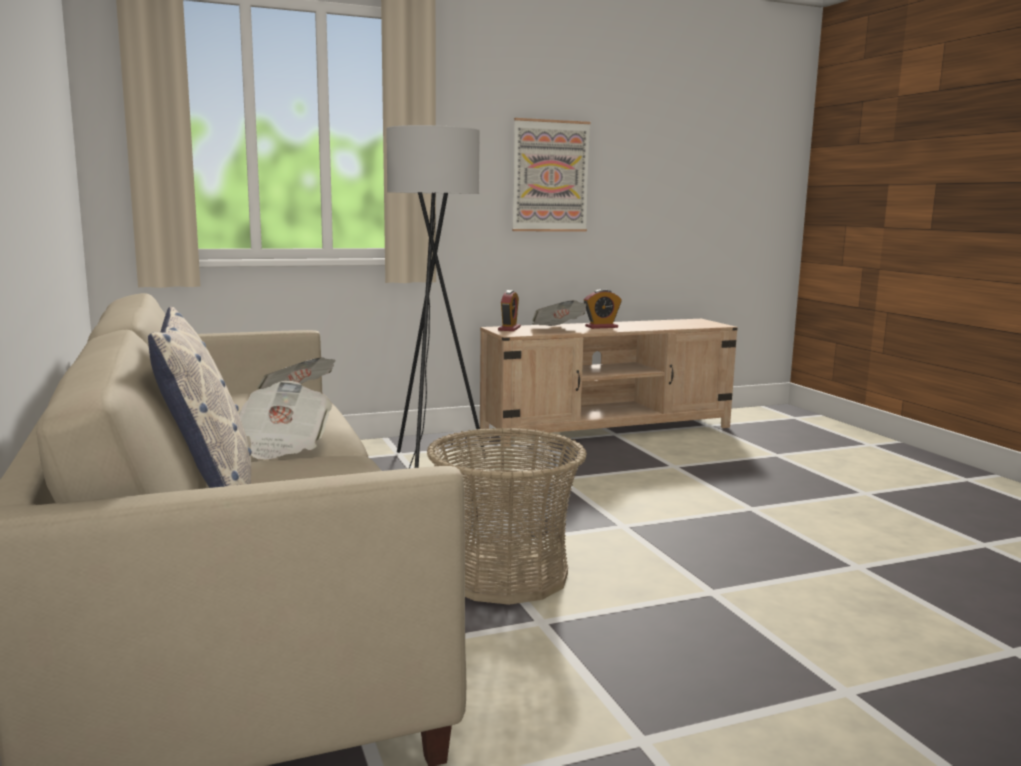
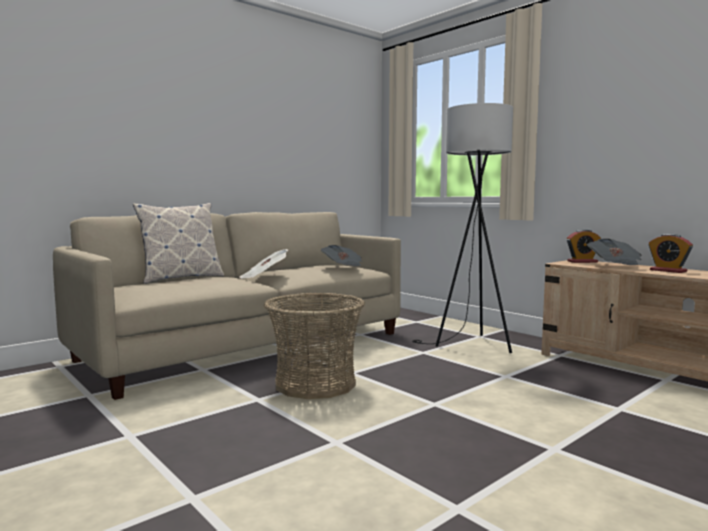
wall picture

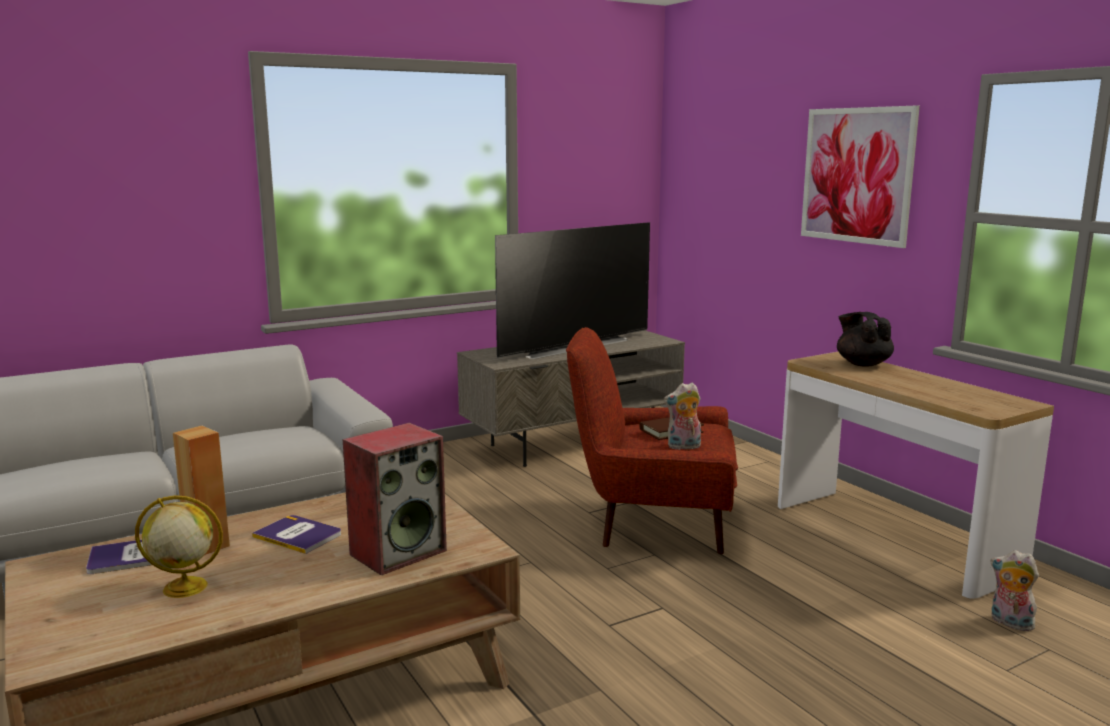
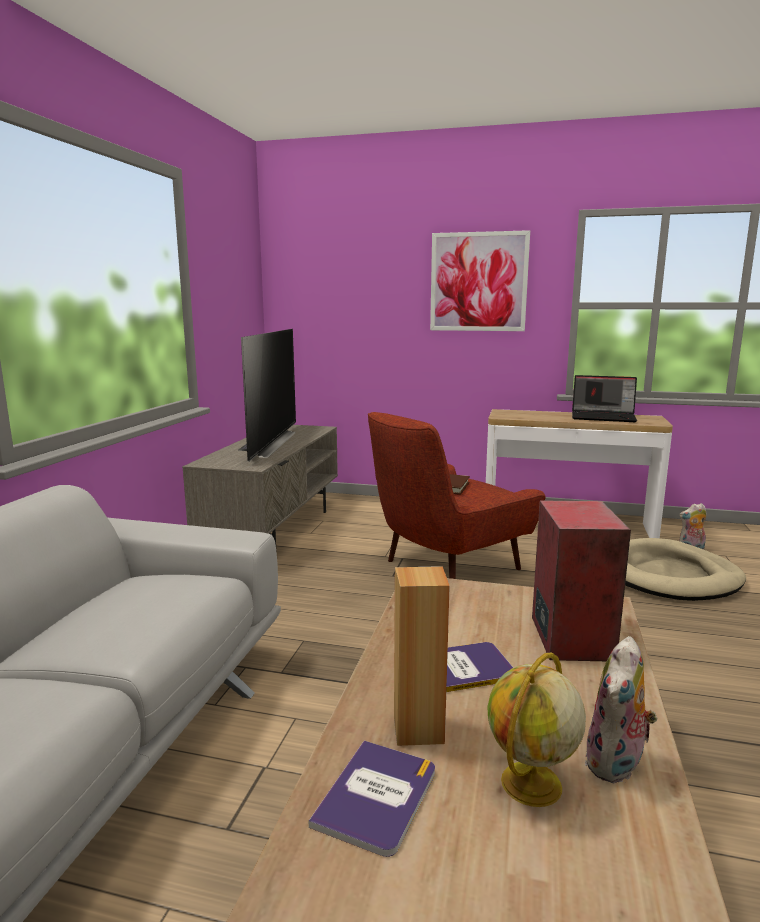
tea pot in black-coloured
plush toy (no. 1 from left)
portable computer
pet bed in sand-coloured

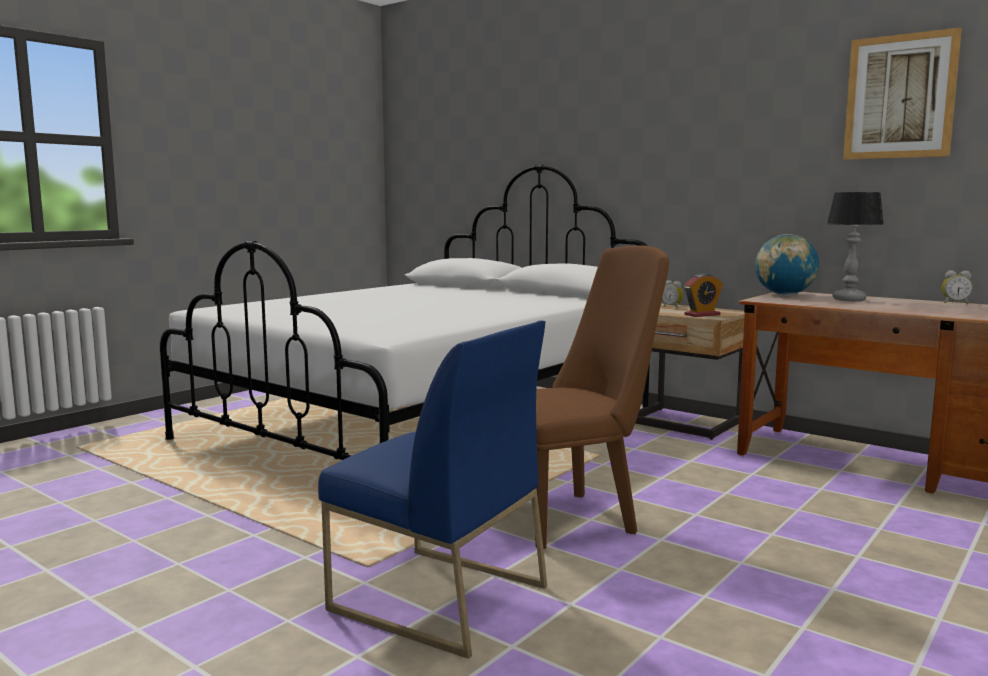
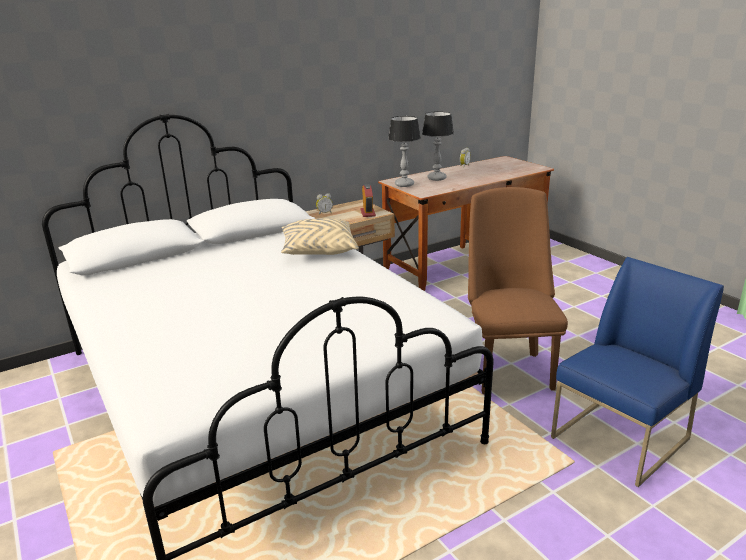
wall picture
table lamp (no. 1 from left)
throw pillow in sand-coloured

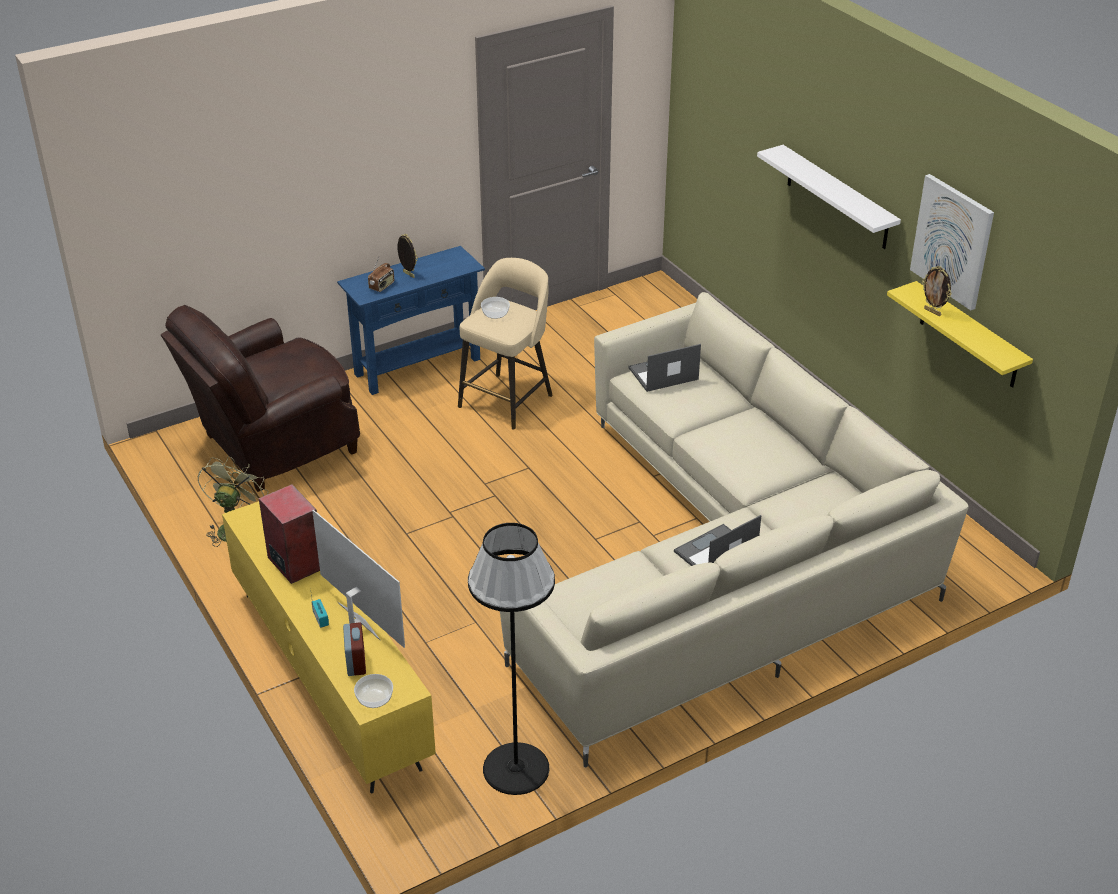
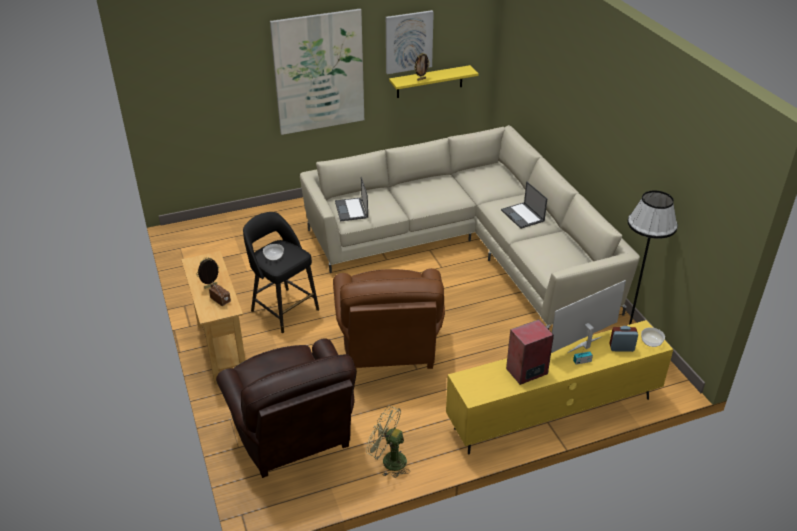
wall picture (no. 1 from left)
hall table in sand-coloured
stool seat in black-coloured
lounge chair in brownish (no. 2 from left)

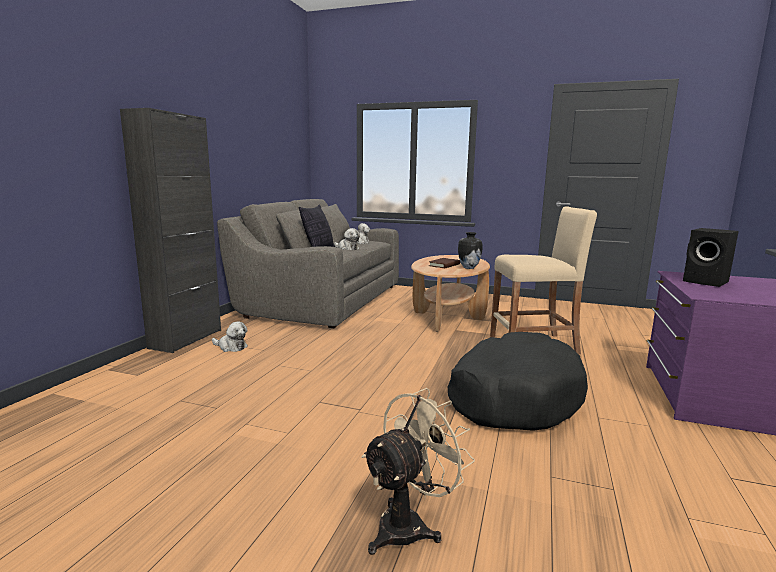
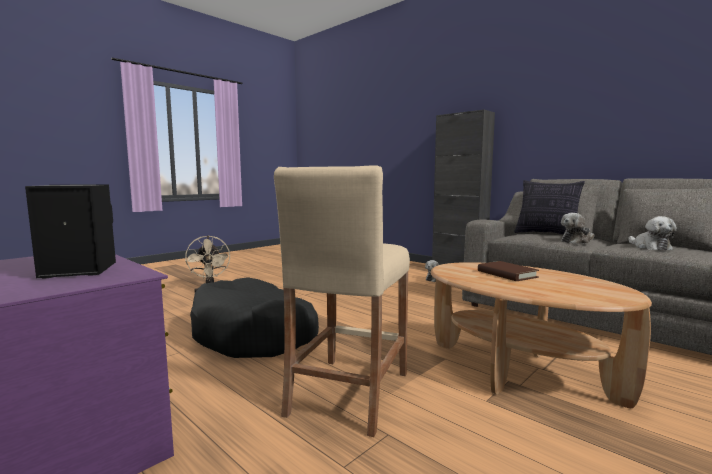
flower vase

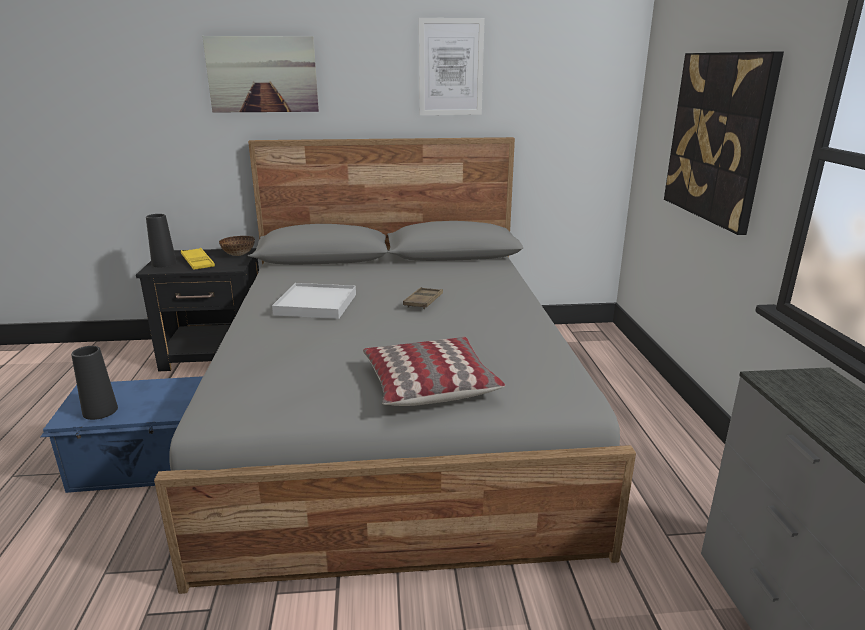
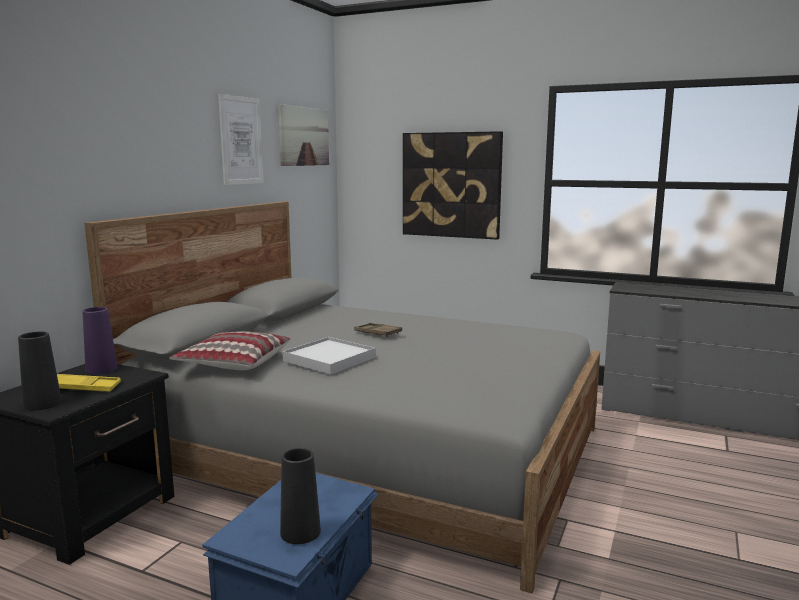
wall picture (no. 2 from left)
flower vase in purple
throw pillow

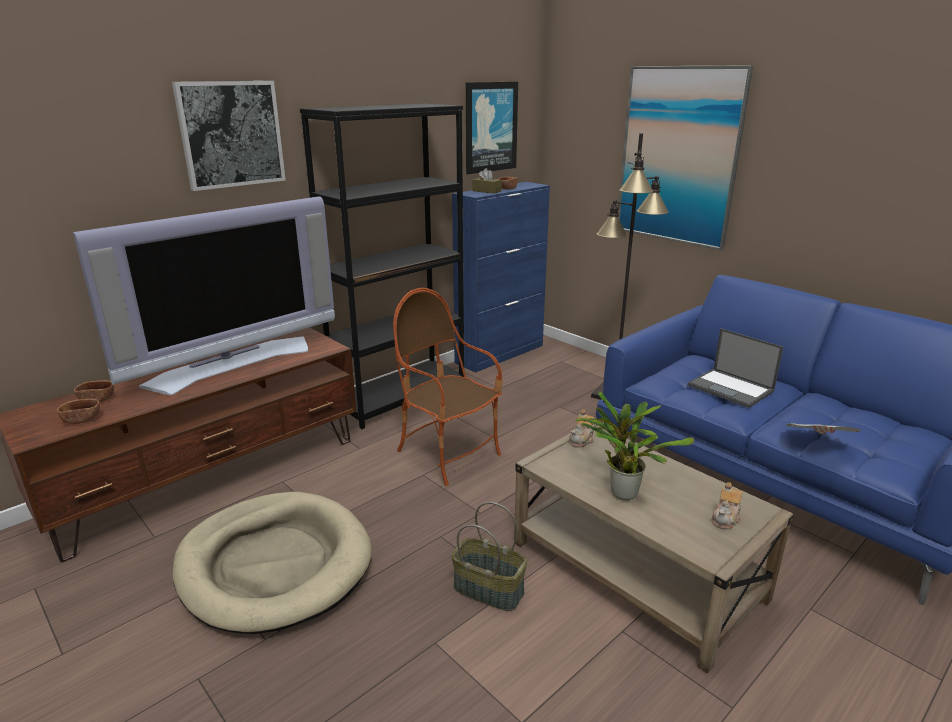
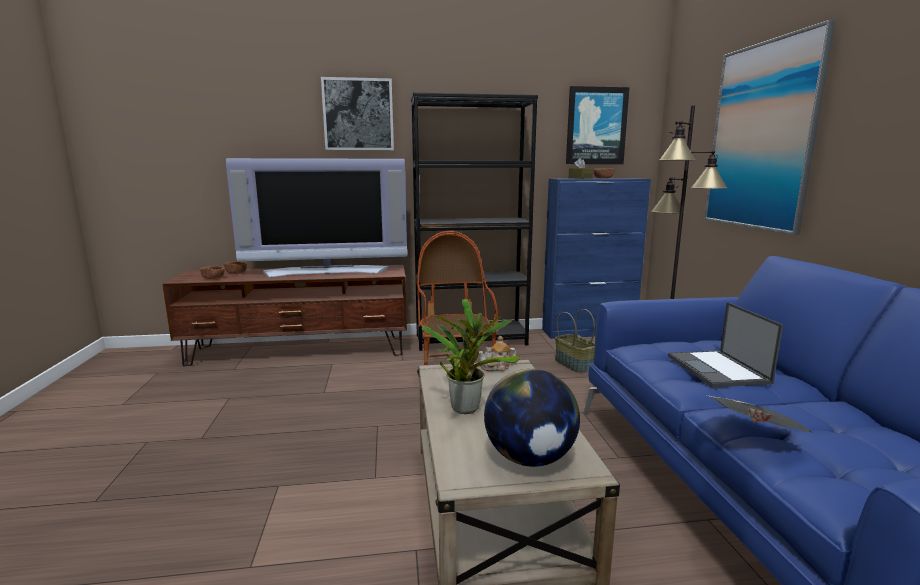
world globe
pet bed in sand-coloured
basket

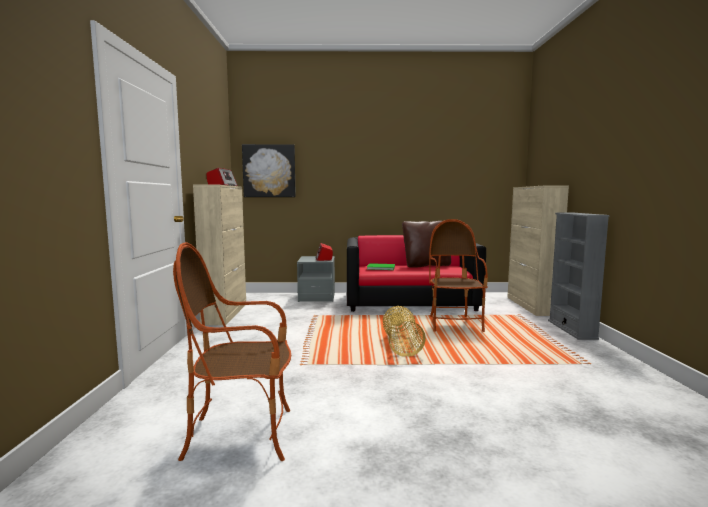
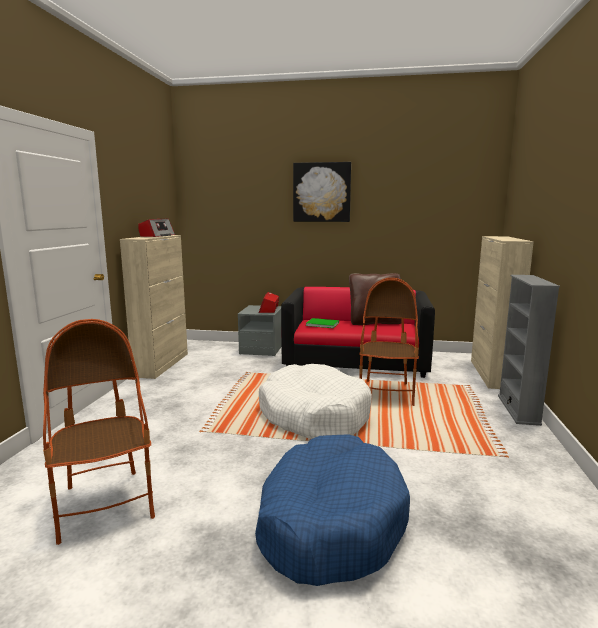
wall picture
lounge chair (no. 1 from left)
pet bed in white
pet bed in blue

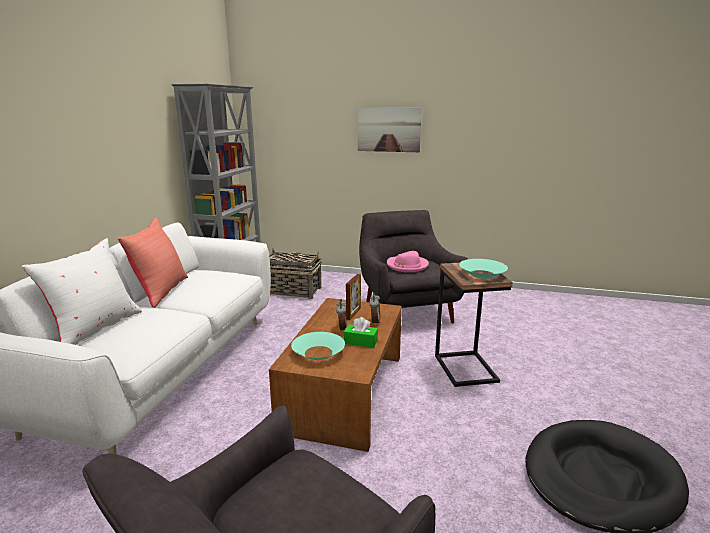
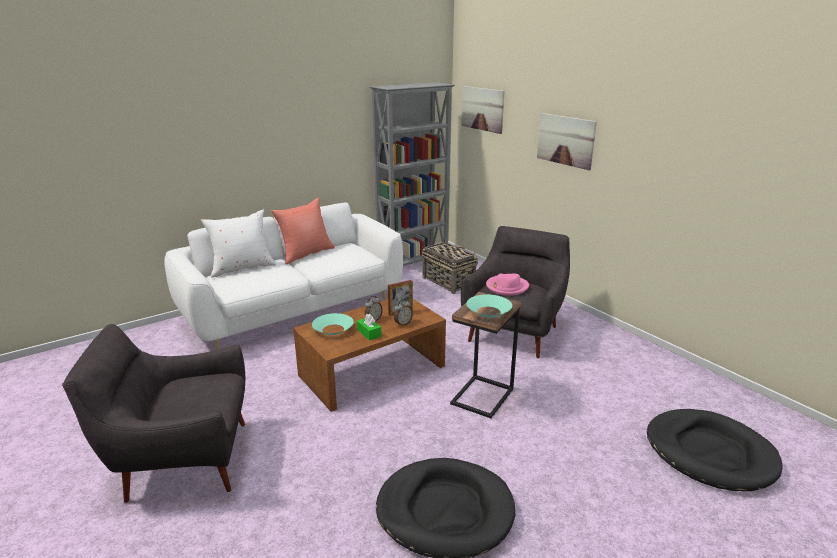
wall picture (no. 1 from left)
pet bed in black-coloured (no. 2 from left)

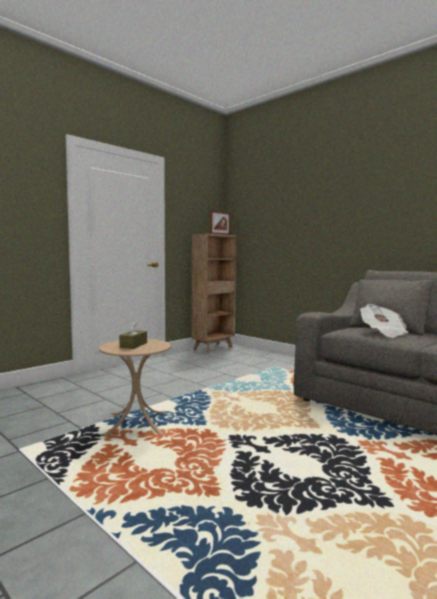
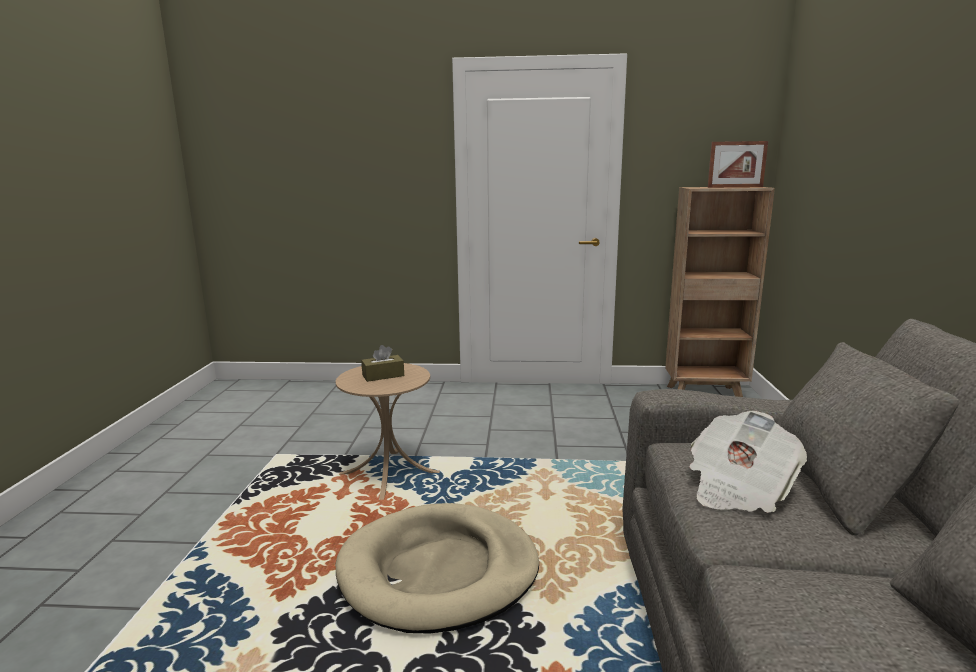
pet bed in sand-coloured

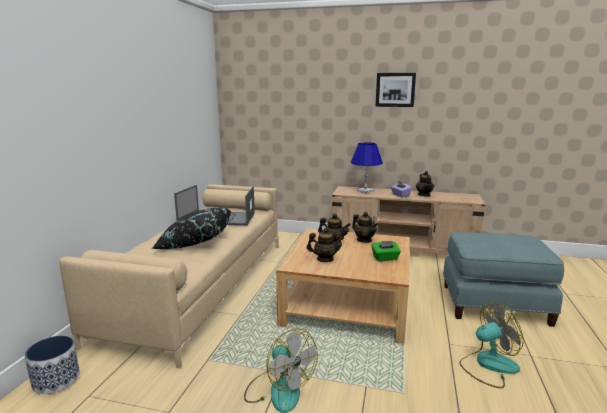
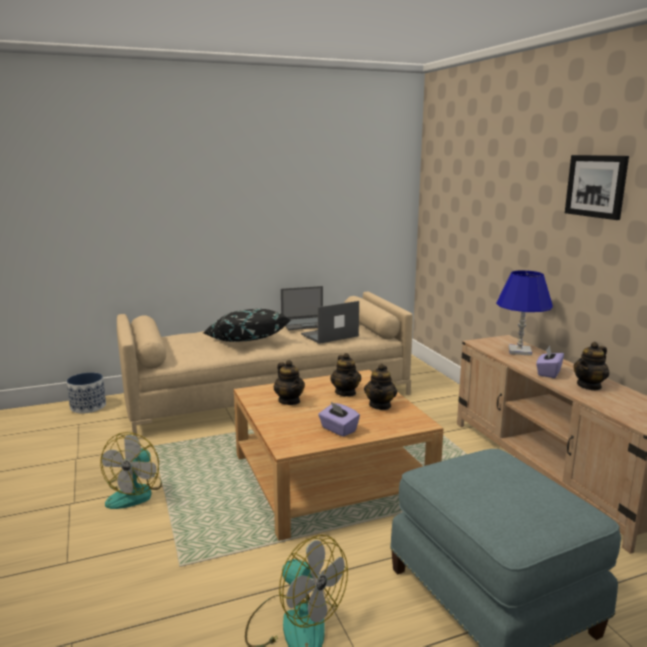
tissue holder in purple (no. 1 from left)

